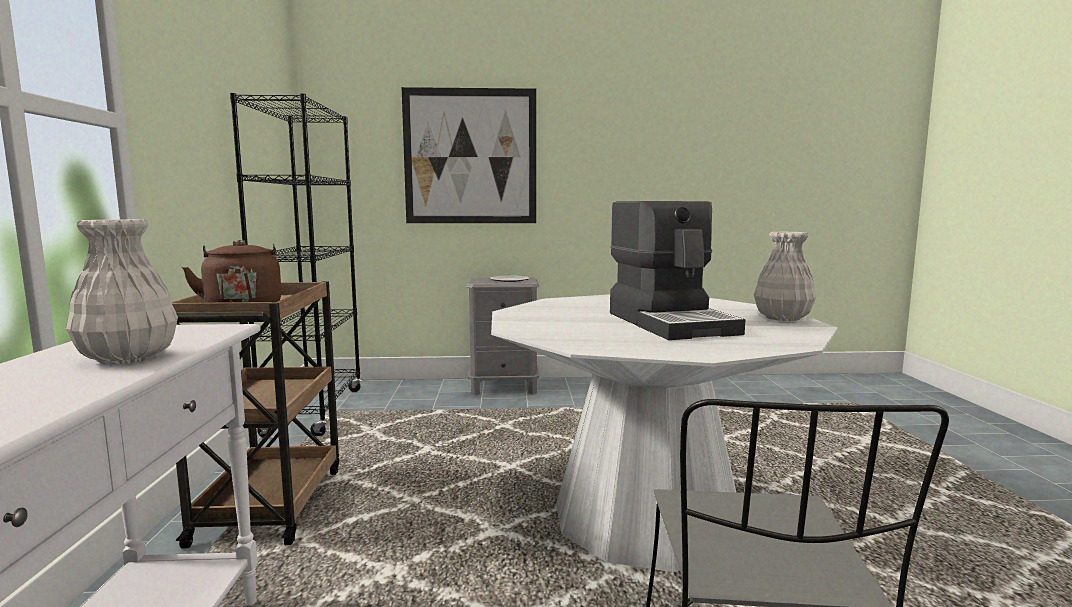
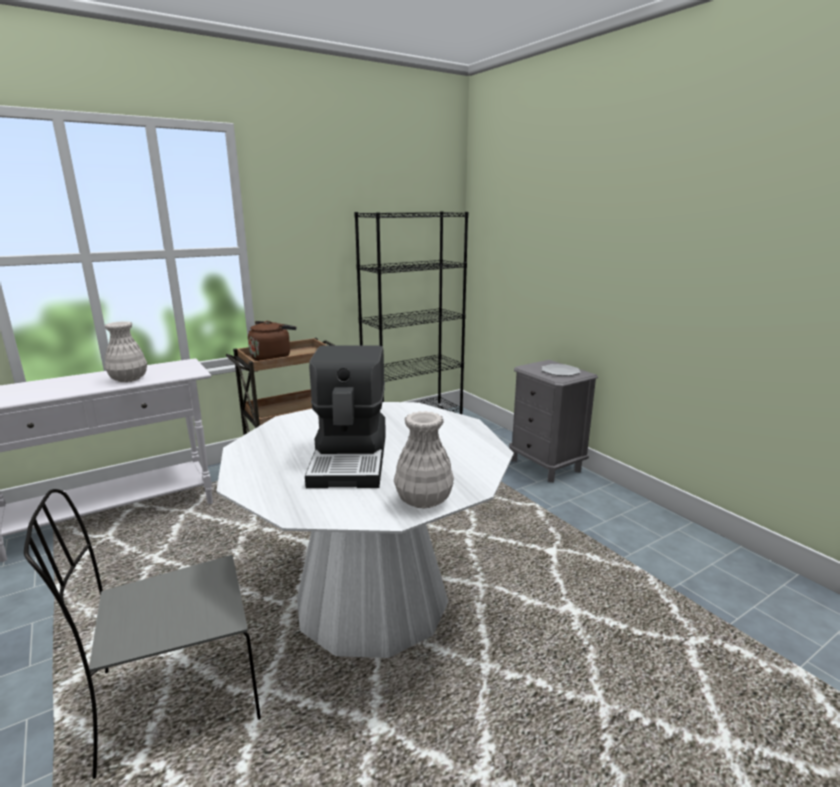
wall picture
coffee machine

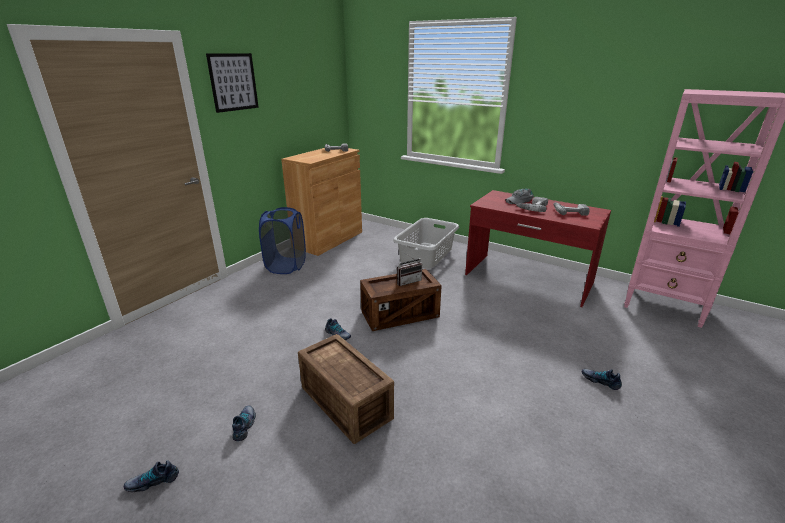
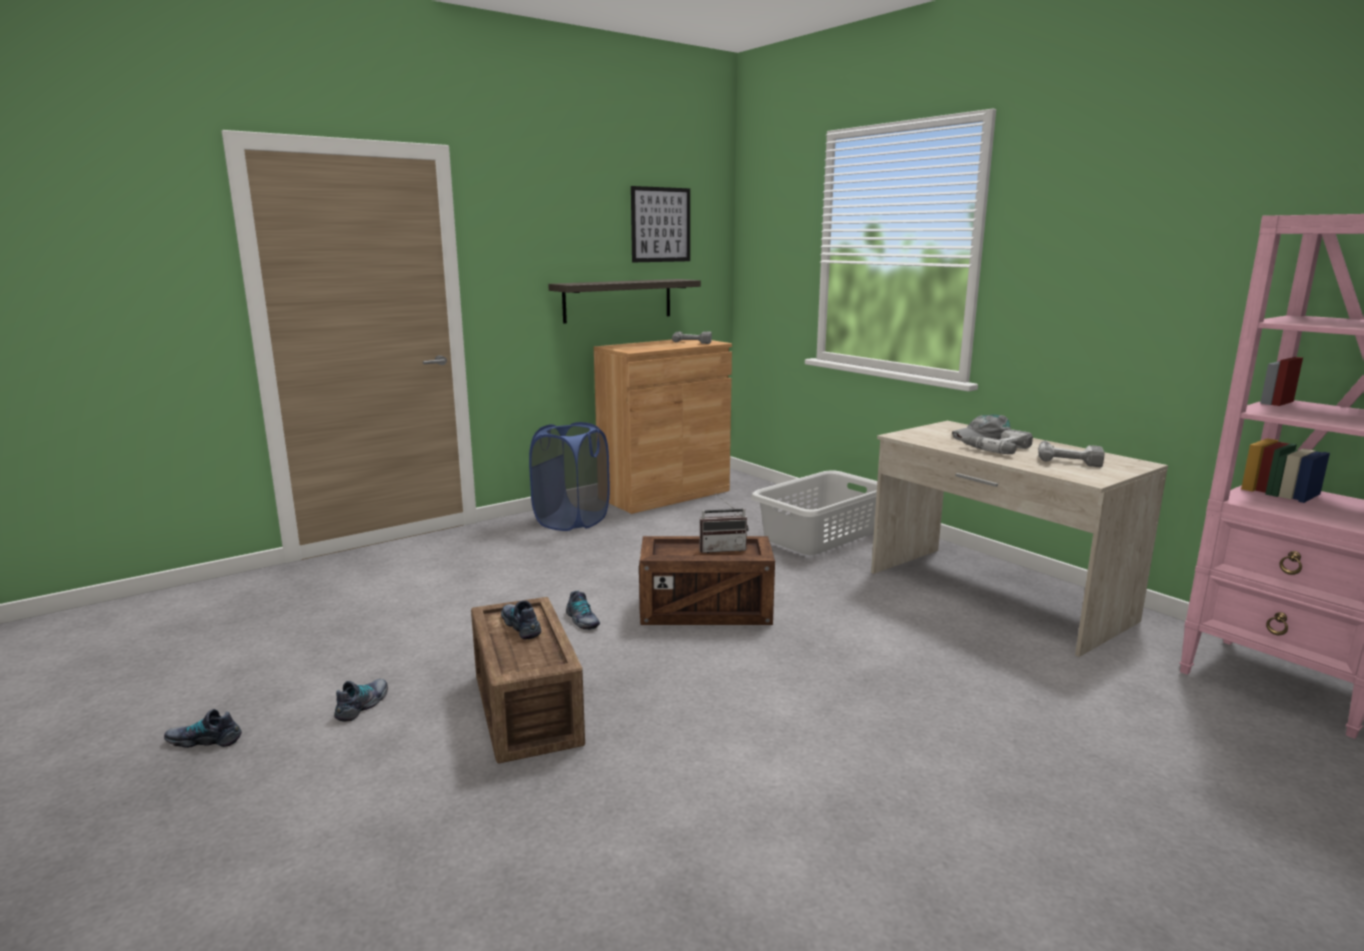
wall picture
desk unit in sand-coloured
low shoe (no. 3 from left)
wall shelf

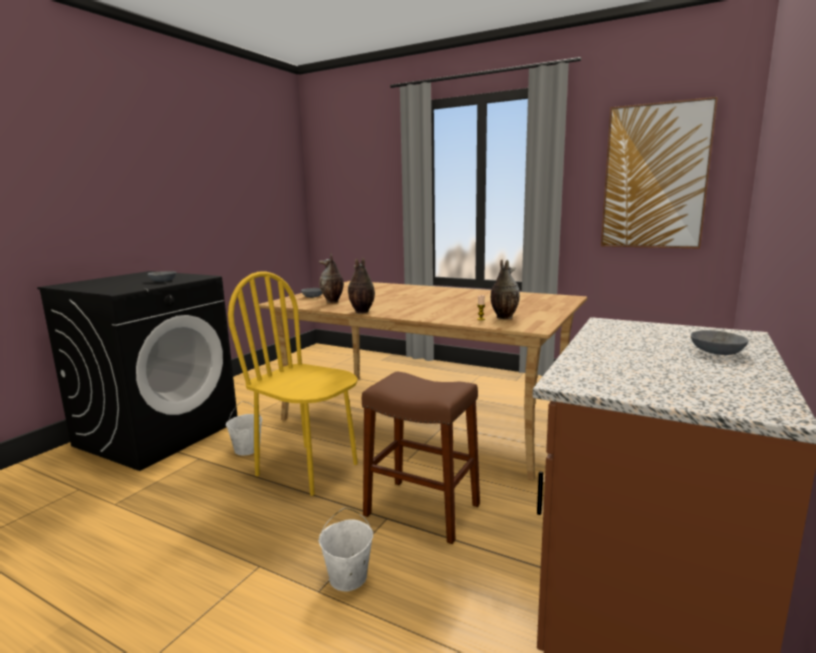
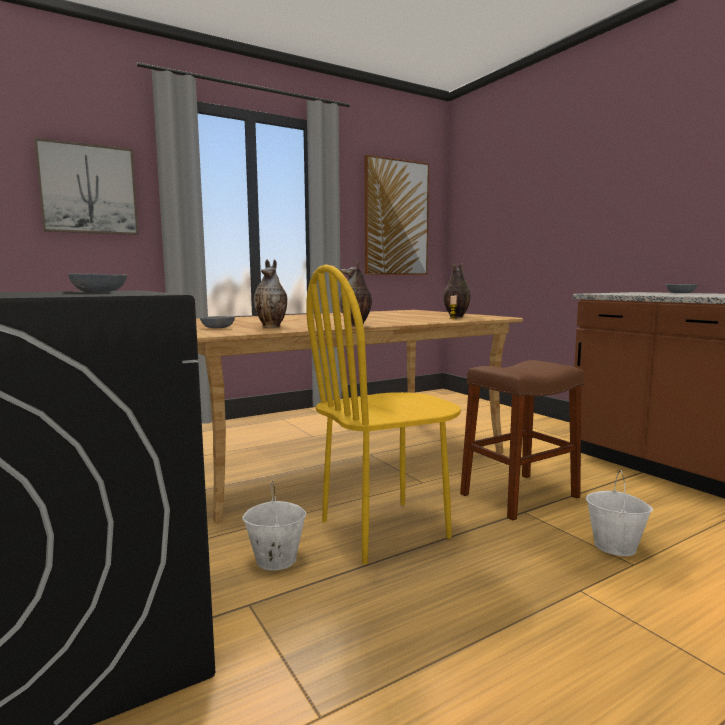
wall picture (no. 1 from left)

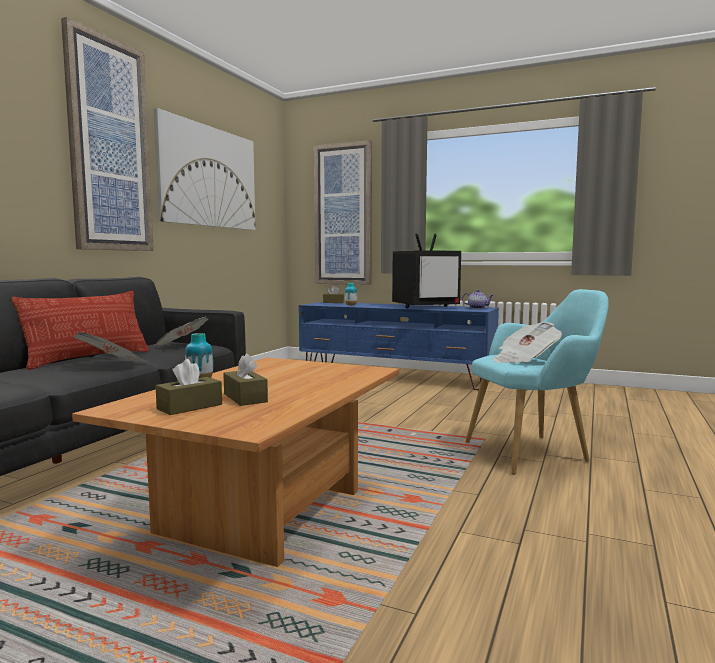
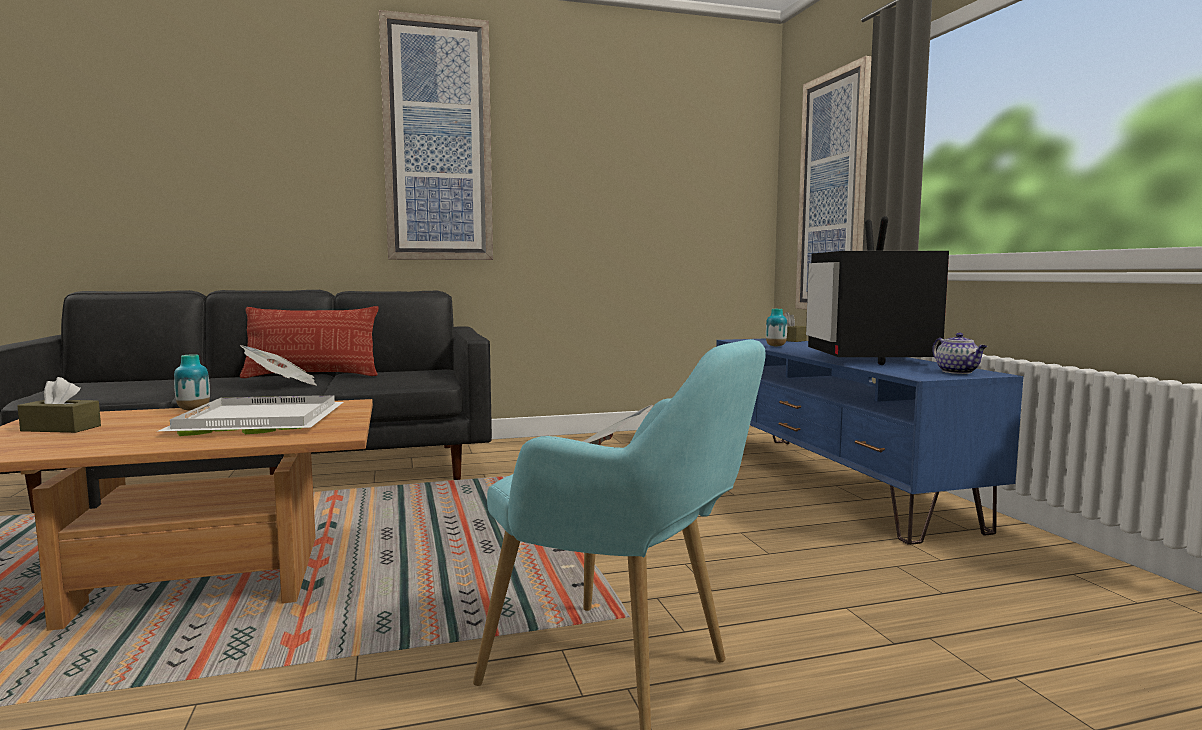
wall picture (no. 2 from left in the first image)
TV set
newspaper (no. 2 from left in the first image)
tissue holder in brownish (no. 2 from left in the first image)
serving tray in white

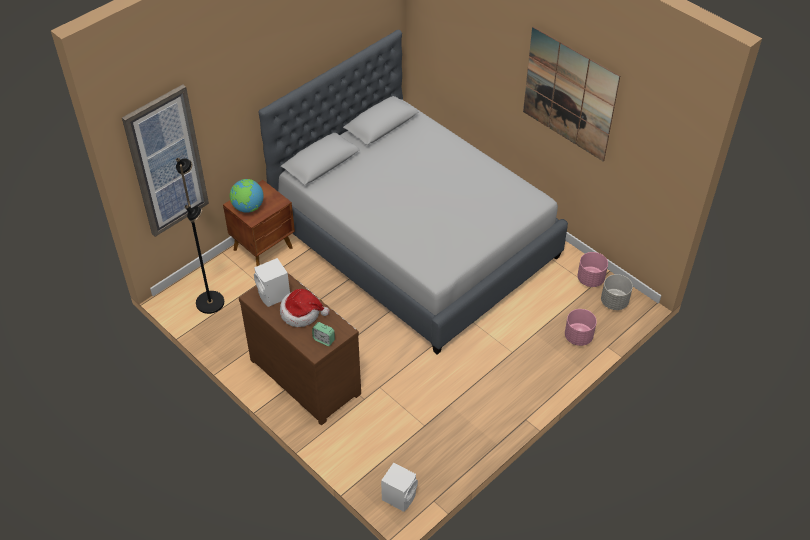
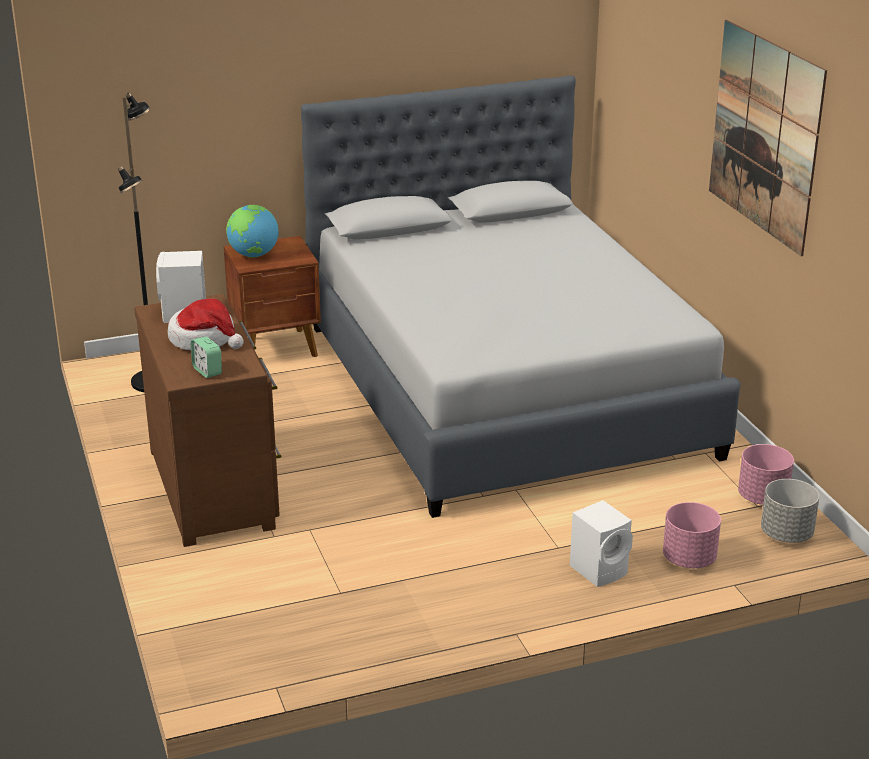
wall picture (no. 1 from left in the first image)
speaker in white (no. 2 from left)

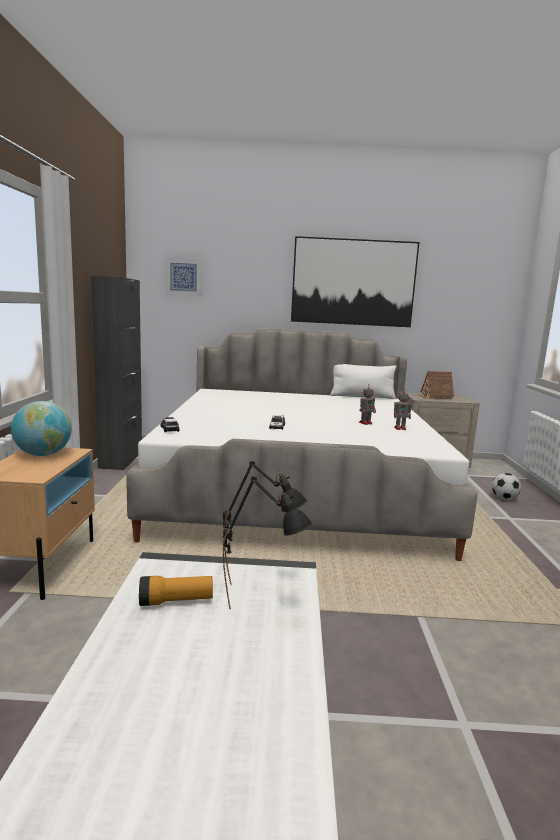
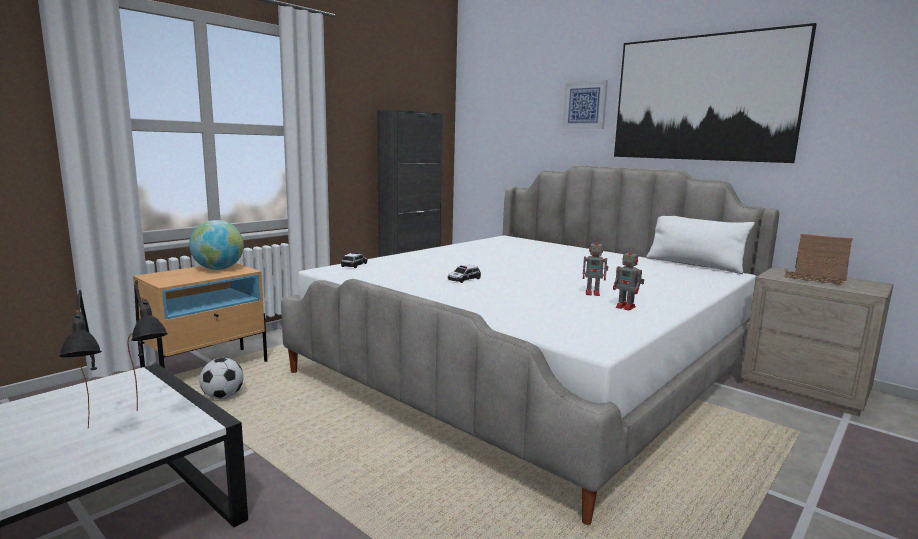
wall picture (no. 1 from left)
football ball
hand torch

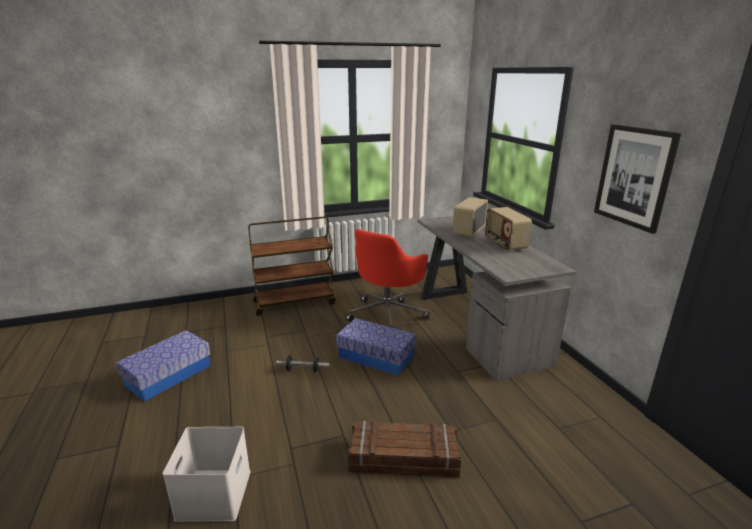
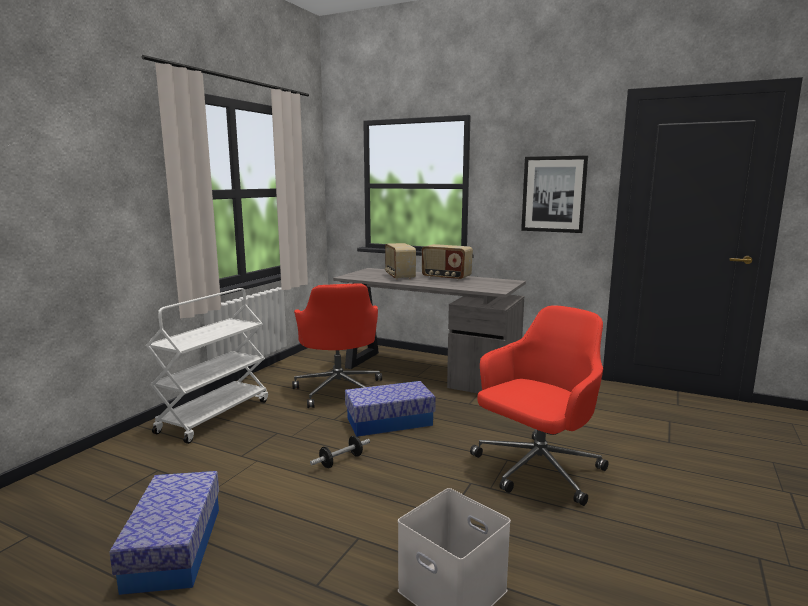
trolley in white
office chair in red-coloured (no. 2 from left)

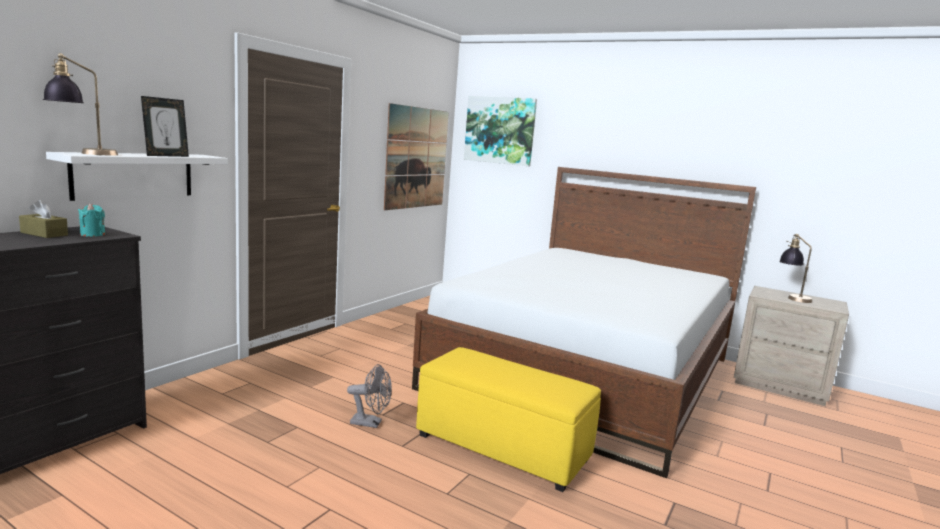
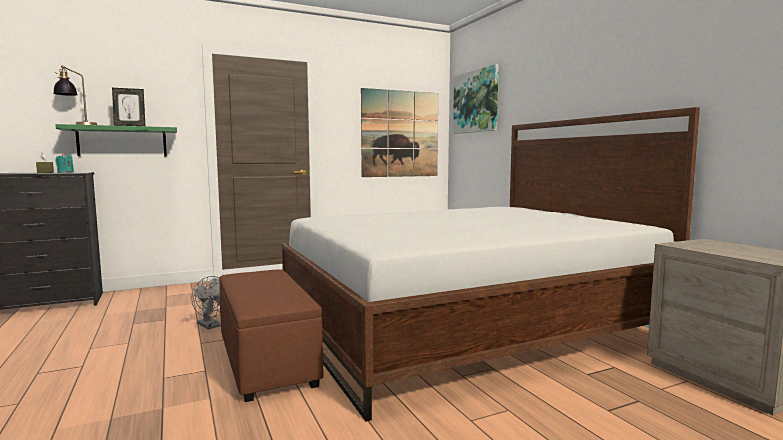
wall shelf in green-coloured
table lamp (no. 2 from left in the first image)
ottoman in brownish

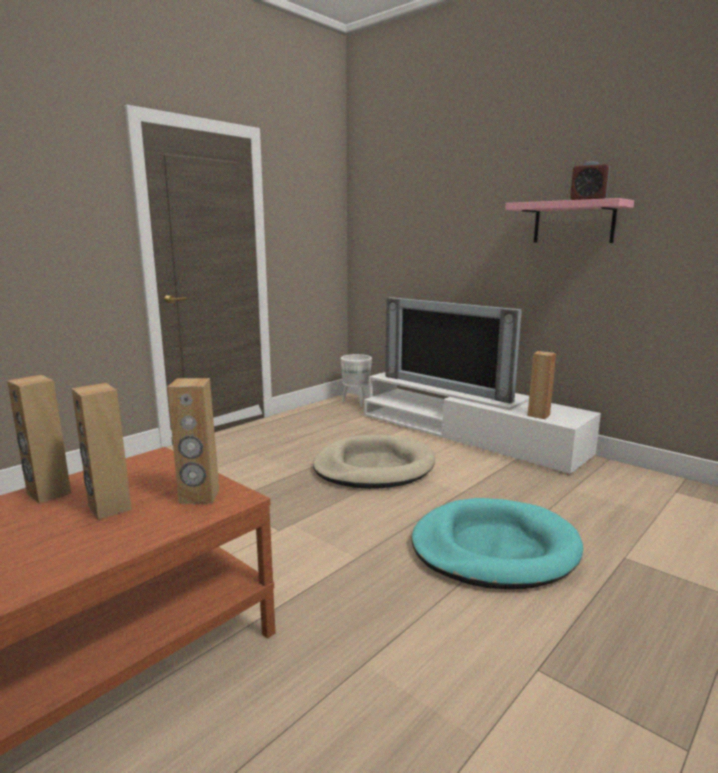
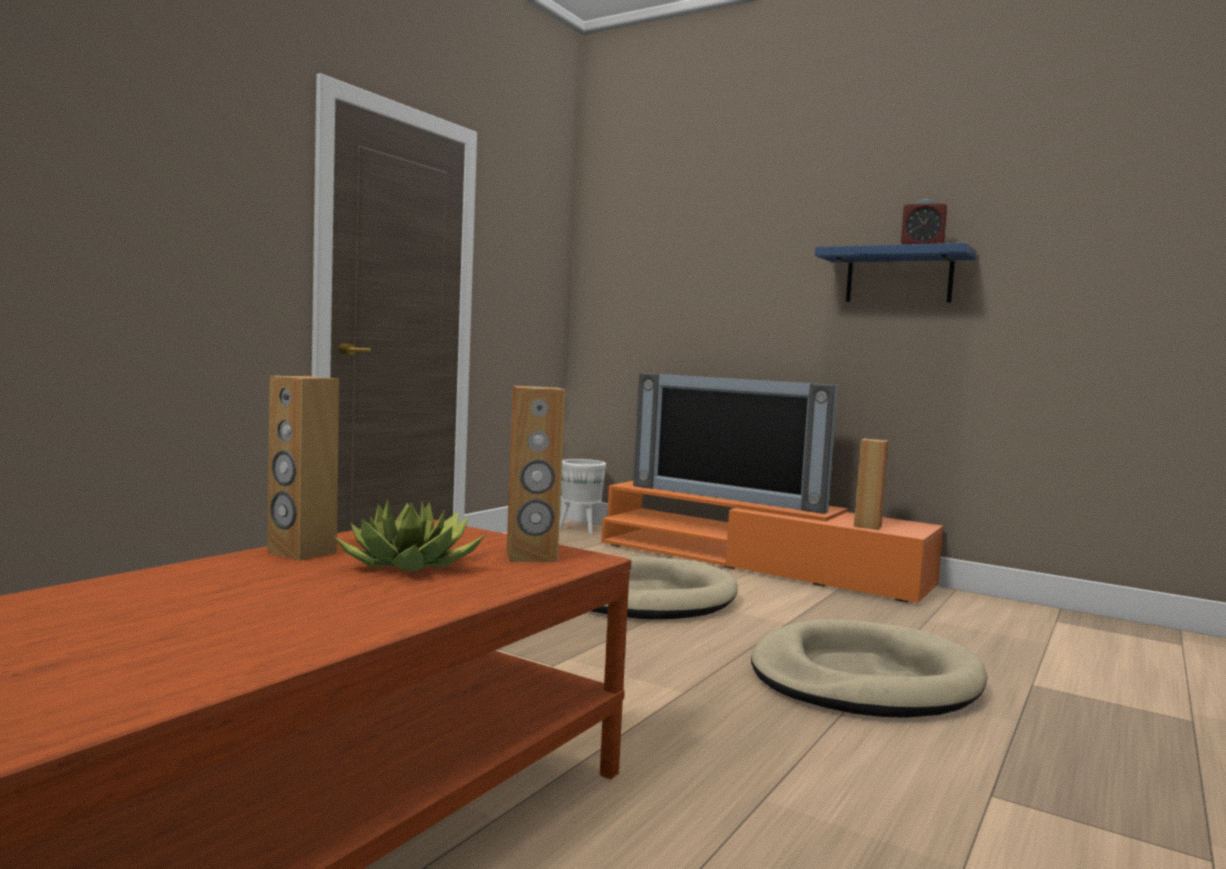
wall shelf in blue
tv unit in orange-coloured
plant in a pot
pet bed in sand-coloured (no. 2 from left)

